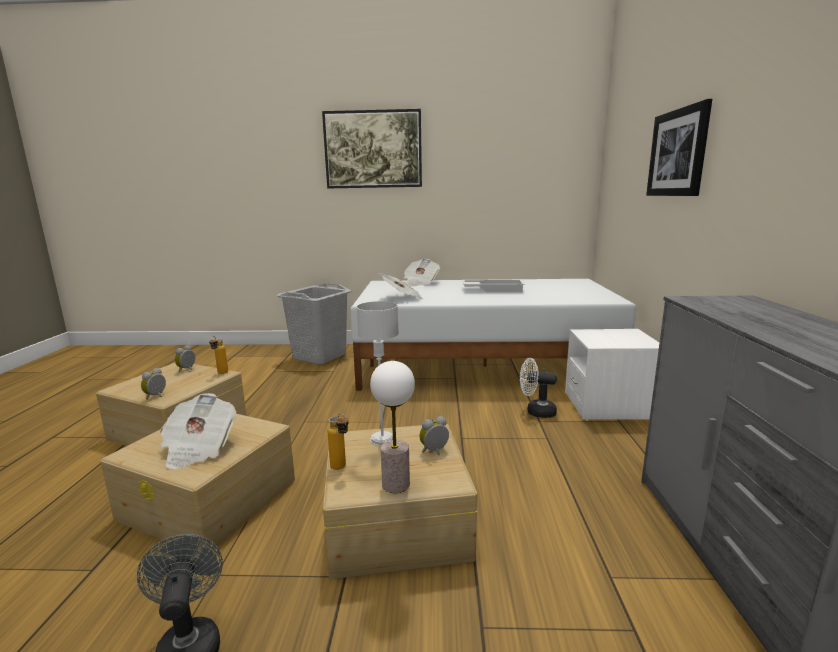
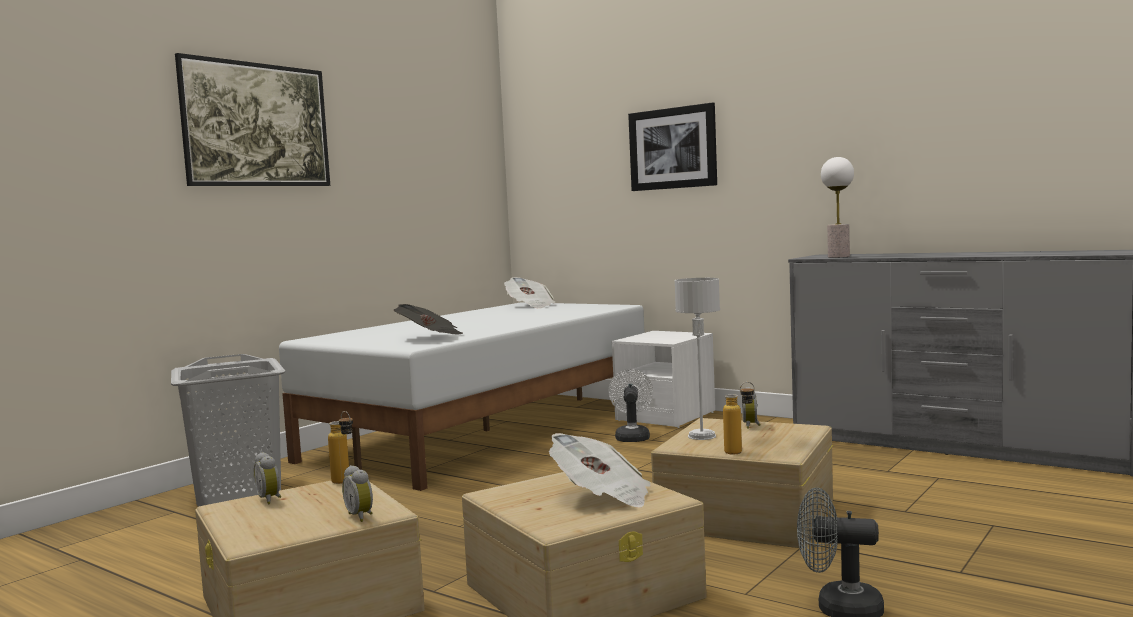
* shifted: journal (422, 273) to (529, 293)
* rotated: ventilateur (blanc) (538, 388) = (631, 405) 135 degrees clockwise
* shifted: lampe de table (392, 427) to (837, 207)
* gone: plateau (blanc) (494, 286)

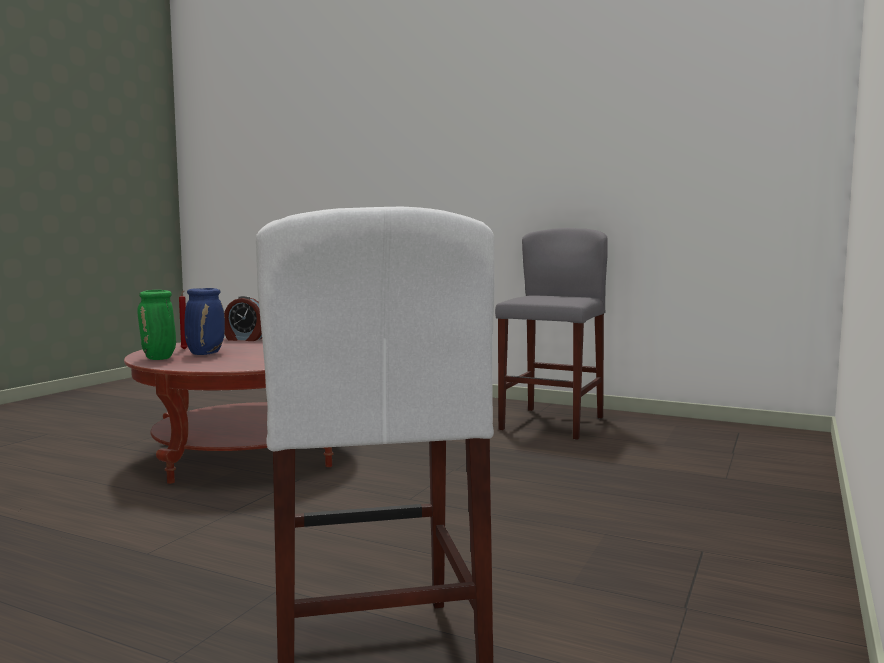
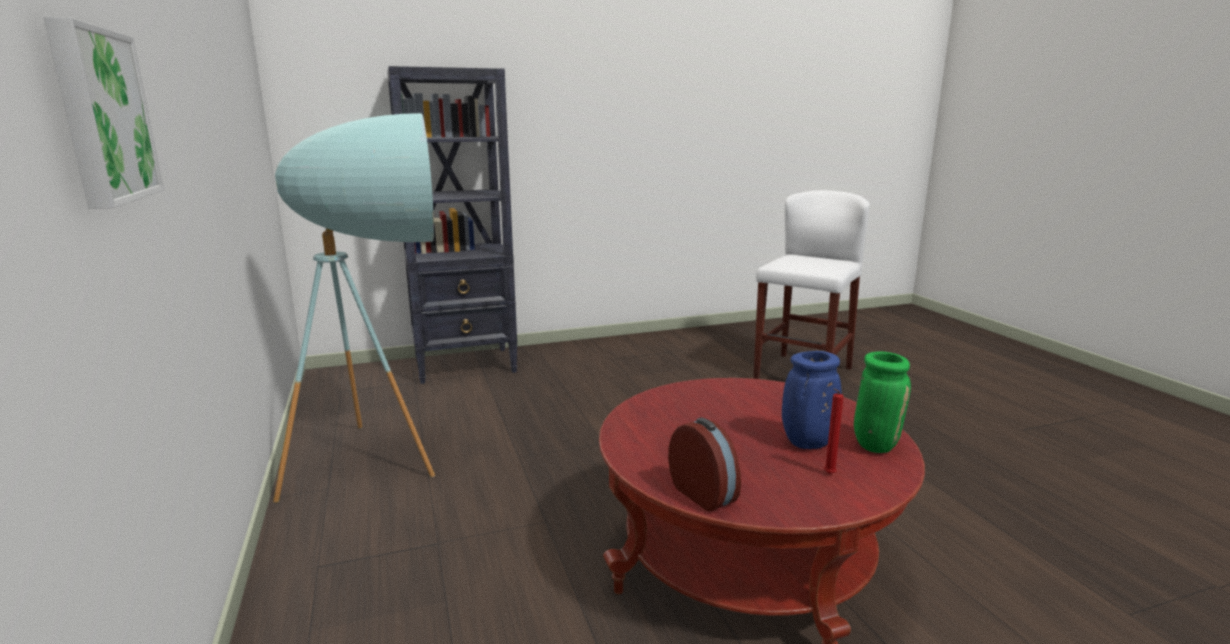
* new: tableau (104, 113)
* swapped: tabouret (gris) (551, 334) to lampadaire (turquoise) (354, 308)
* new: bibliothèque (noir) (452, 225)

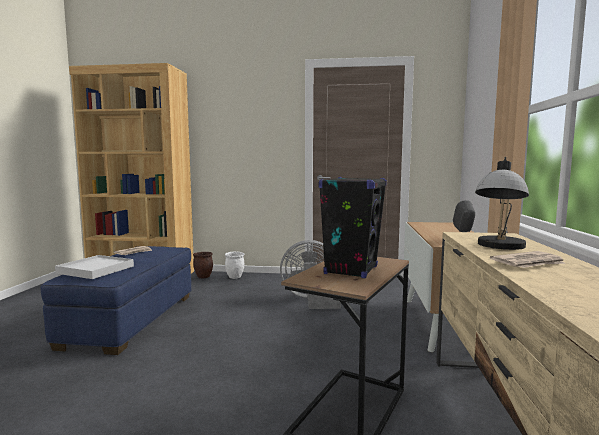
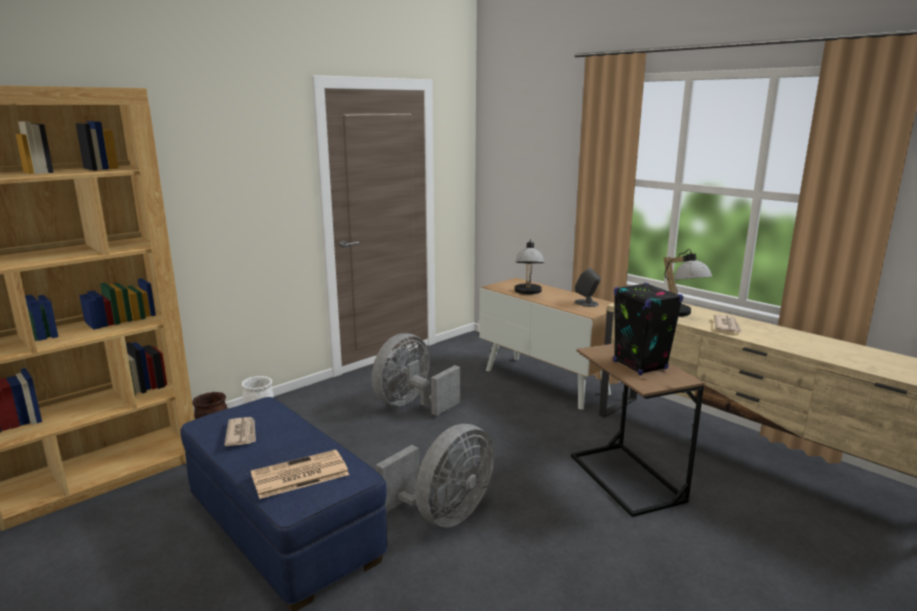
* swapped: plateau (blanc) (94, 267) to journal (300, 474)
* new: ventilateur (gris) (435, 475)
* new: lampe de table (530, 266)

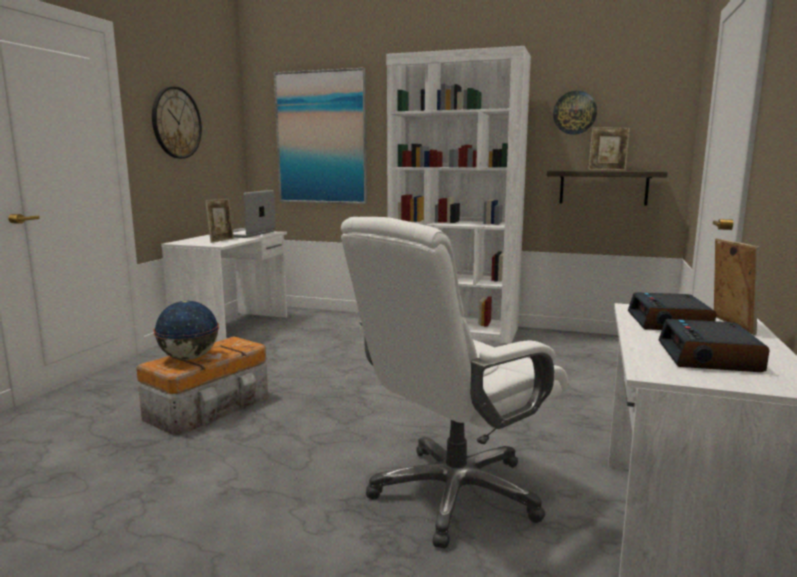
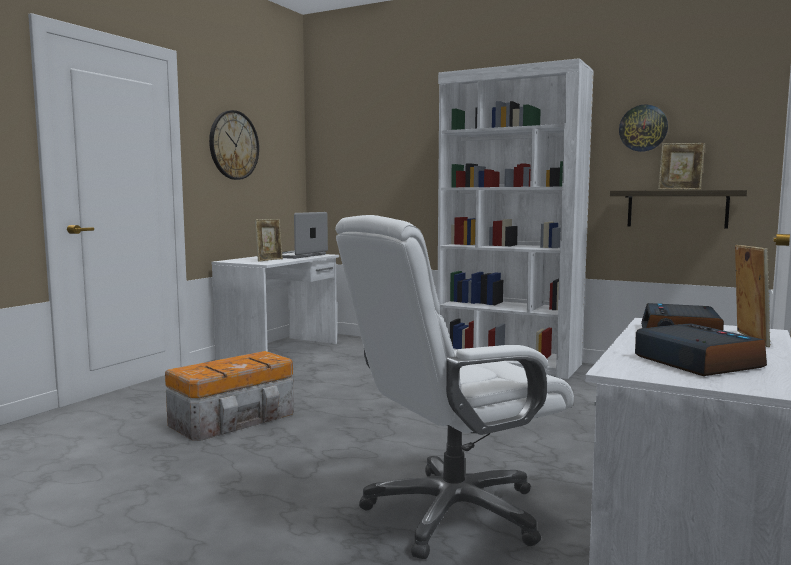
* rotated: réveil (714, 345) = (701, 349) 135 degrees clockwise
* gone: globe (186, 330)
* gone: tableau (320, 136)

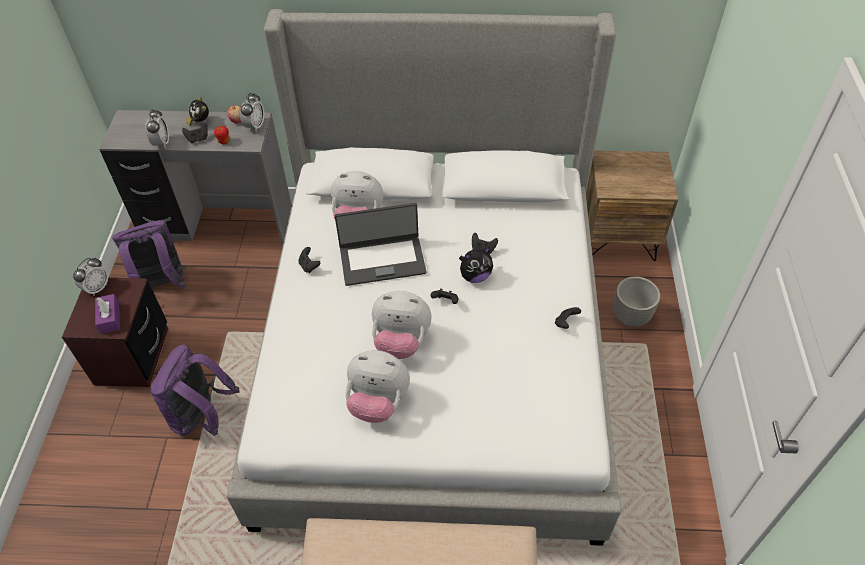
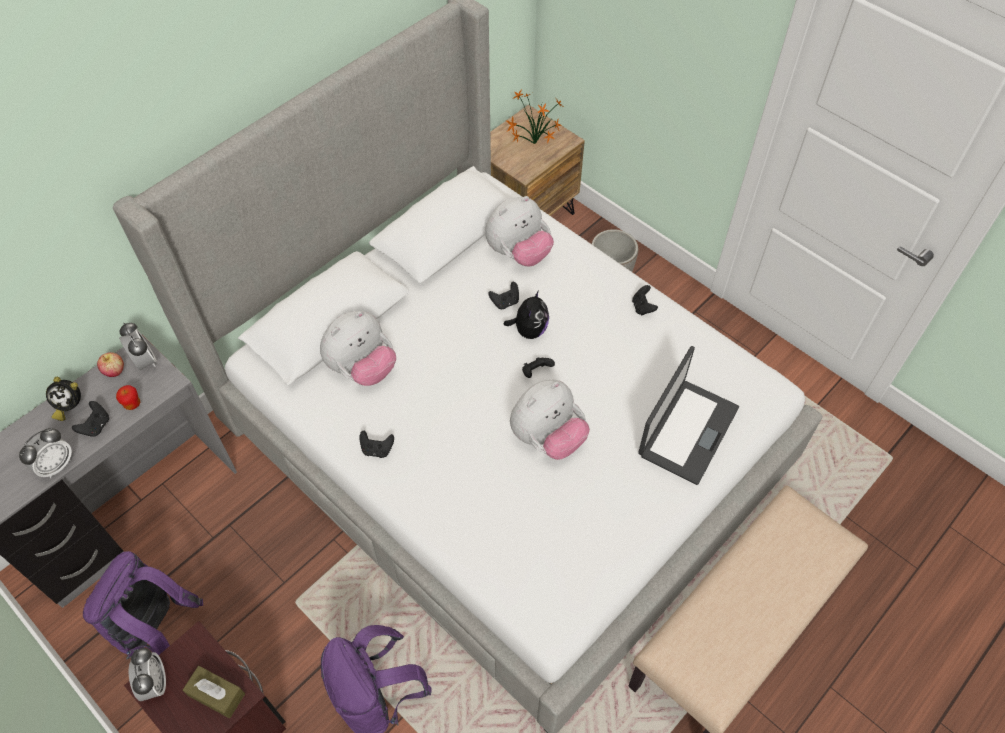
* rotated: réveil (157, 128) = (45, 453) 90 degrees clockwise
* repainted: boîte à mouchoirs (violet) (107, 314) to boîte à mouchoirs (marron) (213, 692)
* shifted: peluche (377, 386) to (519, 231)
* new: plante en pot (535, 116)
* shifted: ordinateur portable (381, 244) to (688, 415)

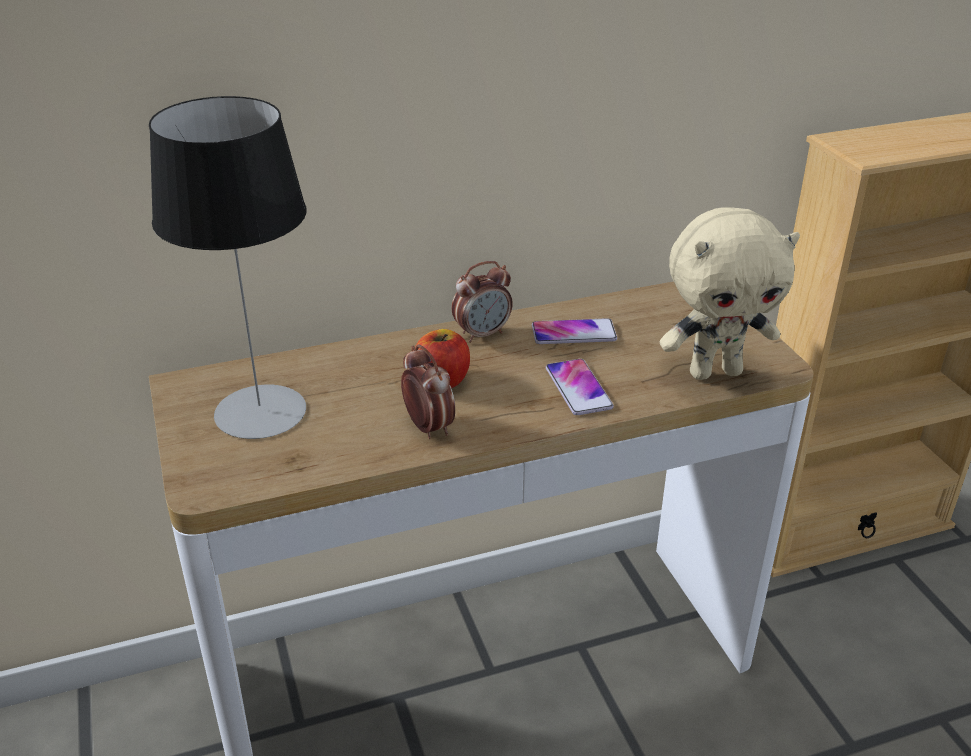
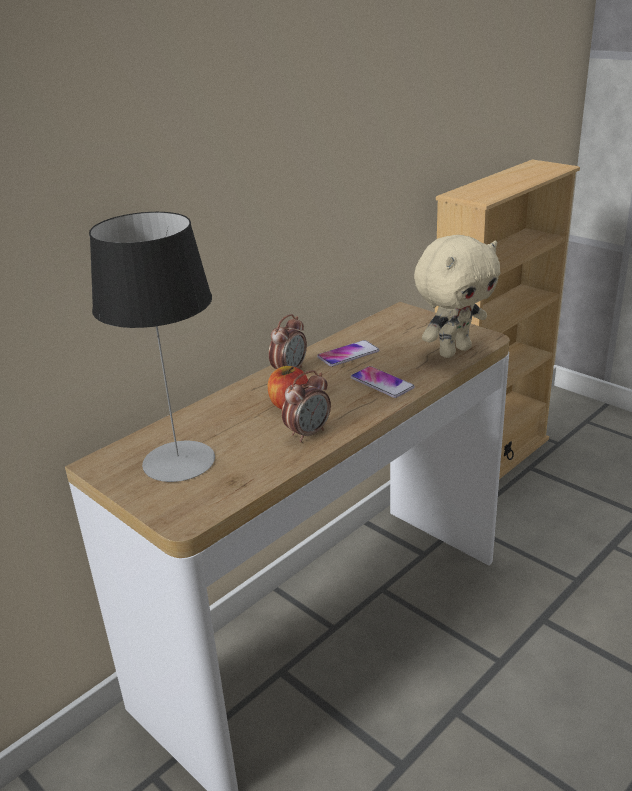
* rotated: réveil (428, 391) = (306, 406) 105 degrees clockwise

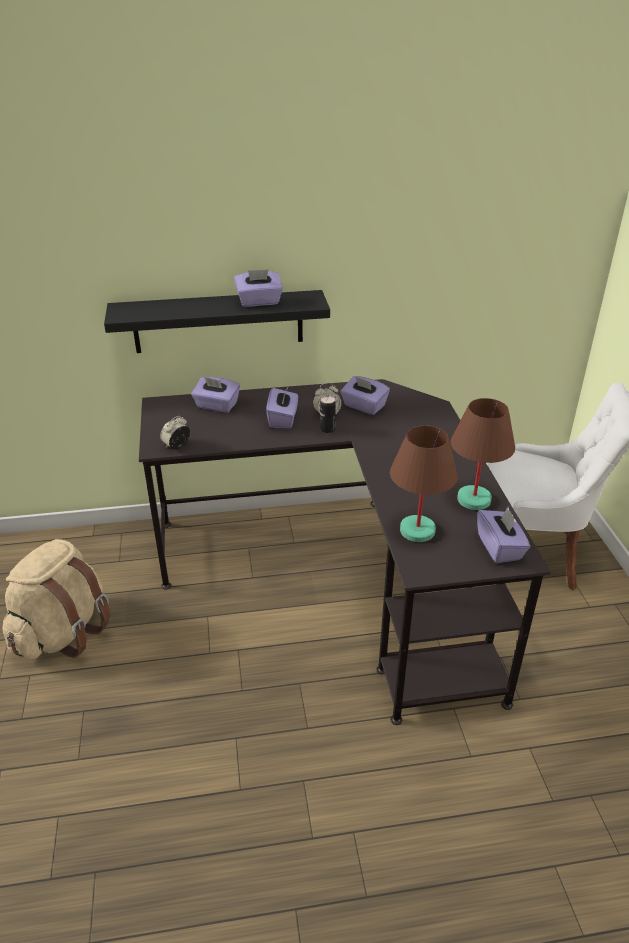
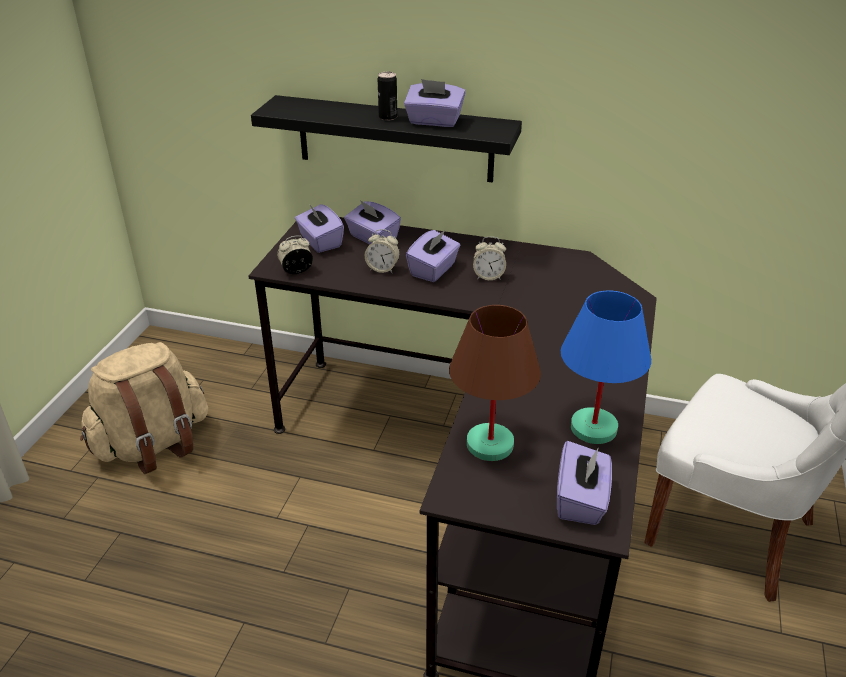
* shifted: boîte à mouchoirs (violet) (365, 395) to (319, 228)
* new: réveil (382, 251)
* shifted: boîte métallique (328, 414) to (387, 96)
* repainted: lampe de table (marron) (483, 454) to lampe de table (bleu) (606, 367)

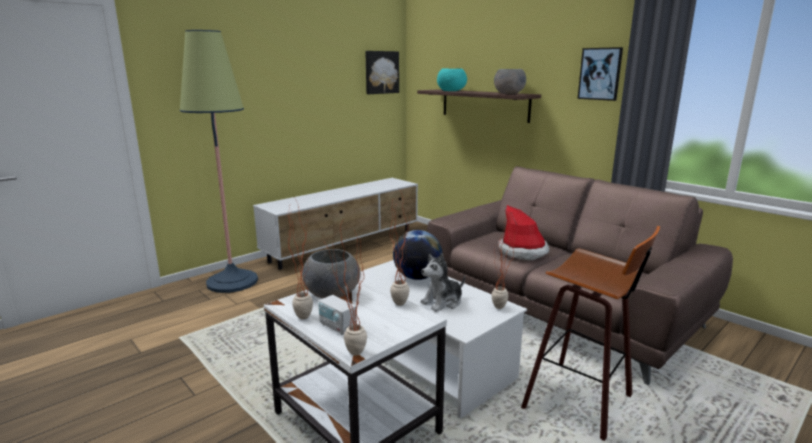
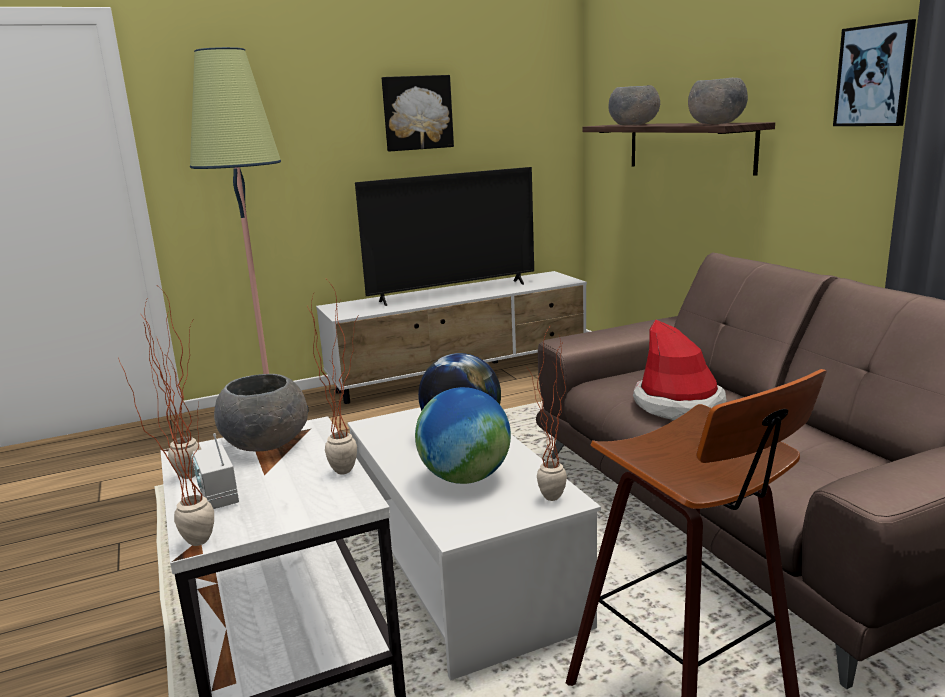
* new: téléviseur (444, 236)
* shifted: tableau (382, 72) to (418, 113)
* swapped: peluche (443, 282) to globe (463, 435)
* repainted: bol (turquoise) (452, 79) to bol (gris) (634, 105)

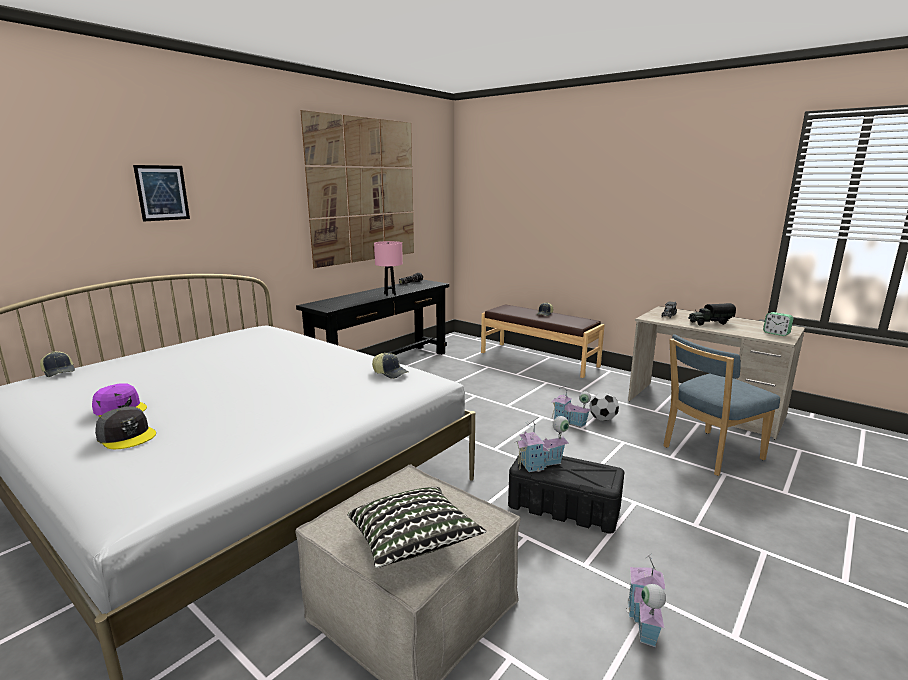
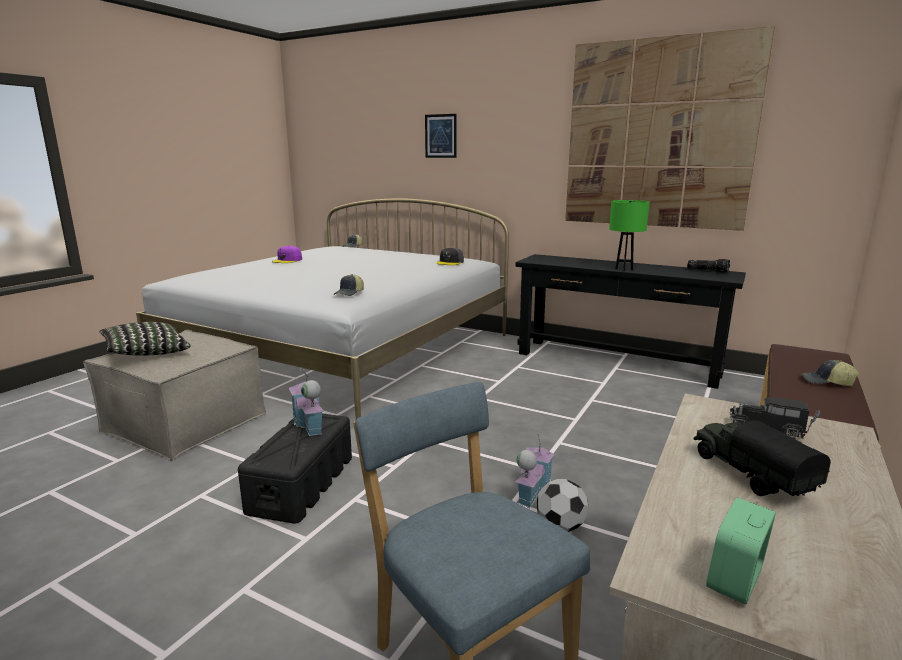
* shifted: casquette (gris) (125, 427) to (450, 256)
* repainted: lampe de table (rose) (388, 268) to lampe de table (vert) (629, 235)
* gone: maison miniature (646, 600)

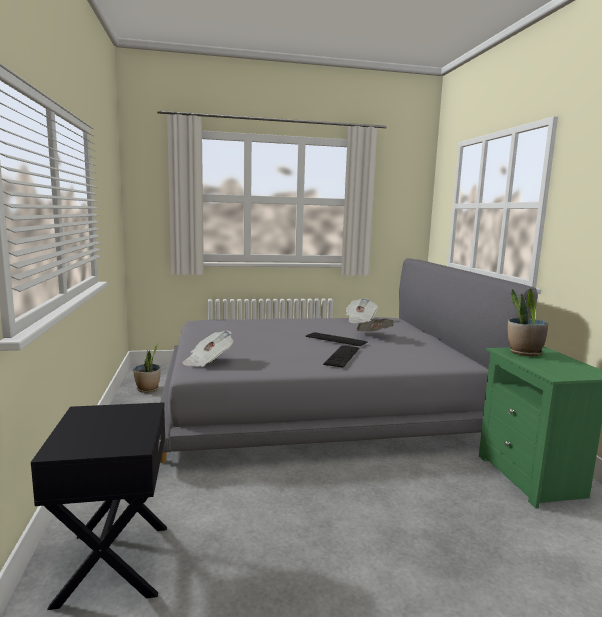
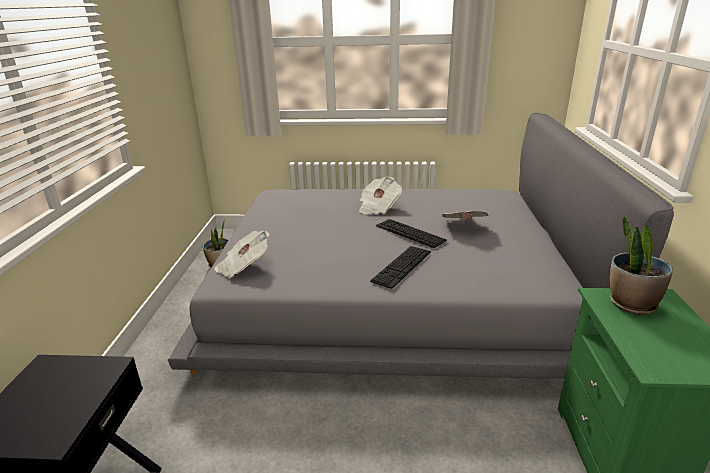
* shifted: journal (362, 310) to (380, 195)

